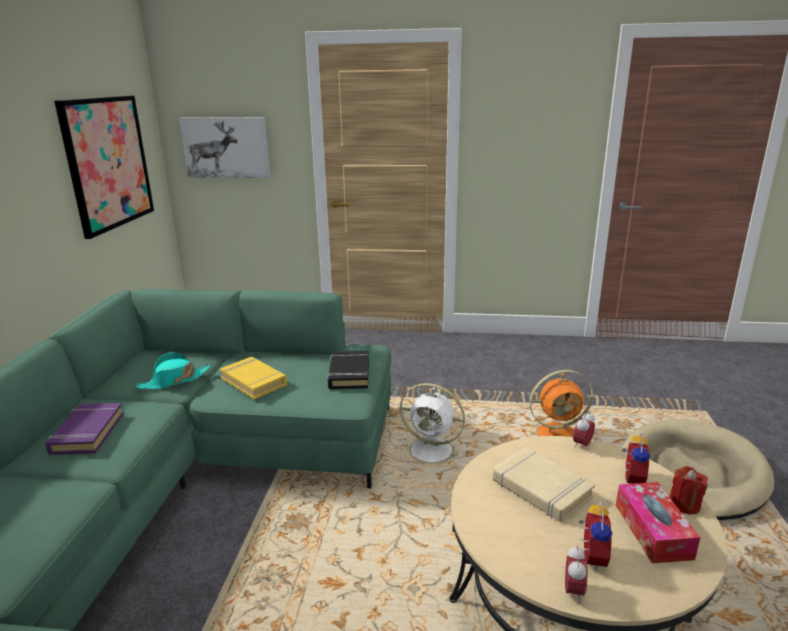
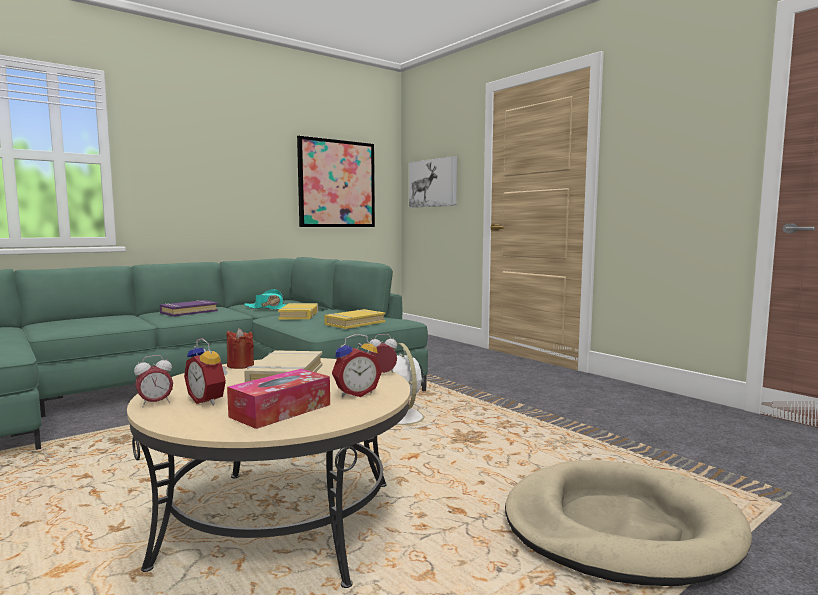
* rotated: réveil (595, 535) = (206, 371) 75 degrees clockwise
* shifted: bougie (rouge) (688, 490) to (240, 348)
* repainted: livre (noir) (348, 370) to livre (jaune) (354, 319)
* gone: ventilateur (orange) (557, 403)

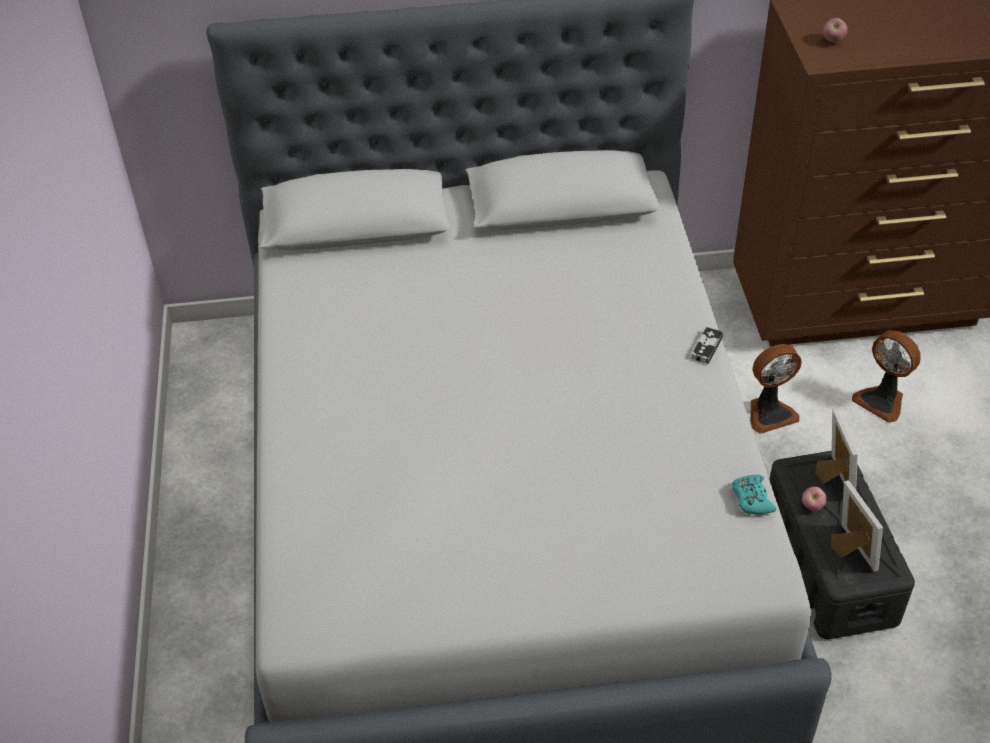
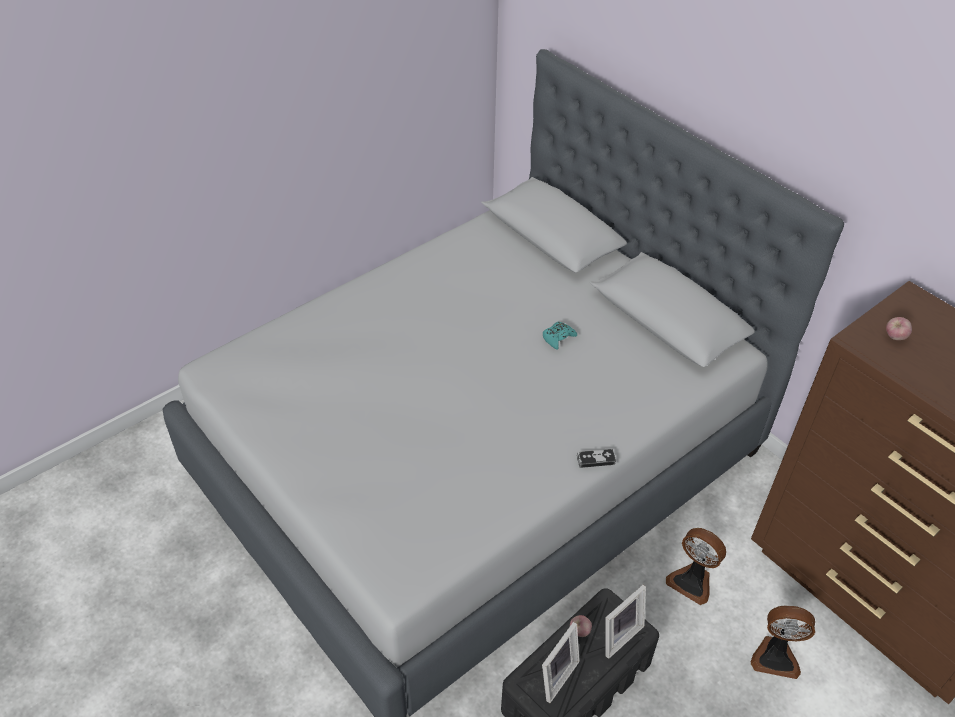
* shifted: manette (turquoise) (754, 495) to (560, 336)
* rotated: ventilateur (886, 376) = (783, 642) 90 degrees counterclockwise

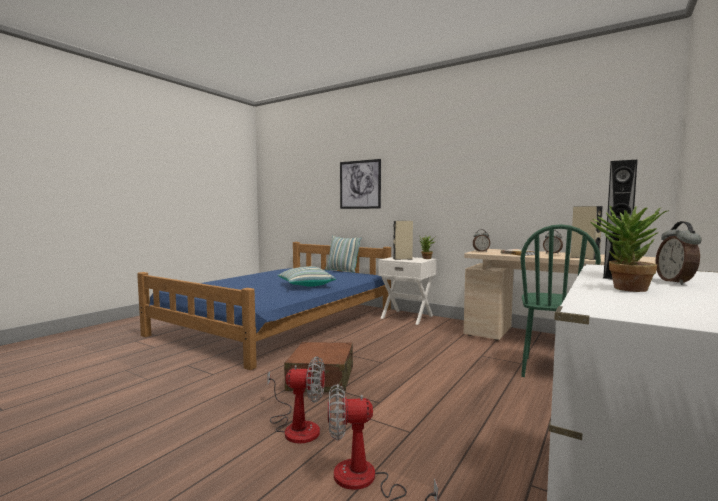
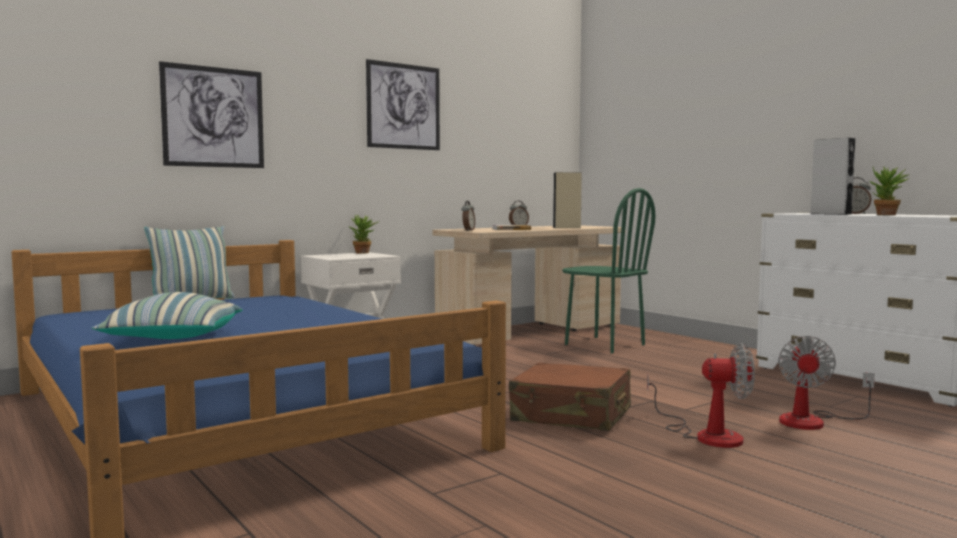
* shifted: coussin (307, 276) to (167, 315)
* new: tableau (403, 104)
* rotated: ventilateur (296, 400) = (701, 395) 75 degrees clockwise
* gone: enceinte (beige) (403, 240)

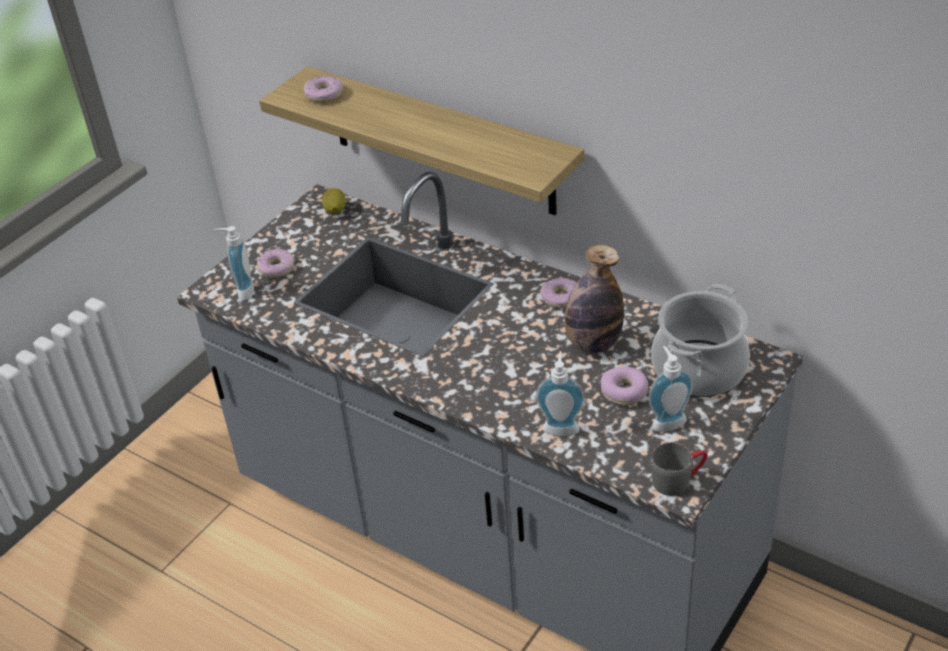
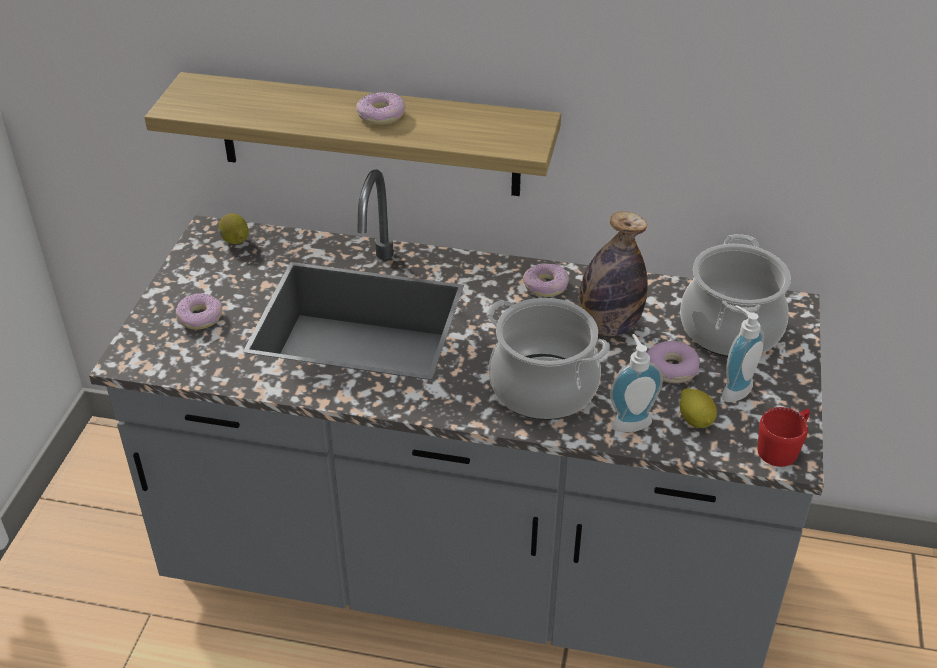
* shifted: beignet (323, 89) to (380, 108)
* new: marmite (547, 359)
* new: citron (698, 408)
* repainted: mug (gris) (679, 469) to mug (rouge) (783, 437)
* gone: distributeur de savon (234, 263)

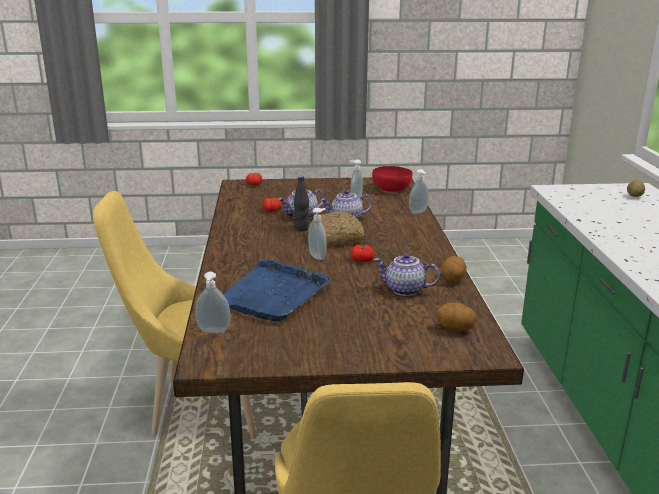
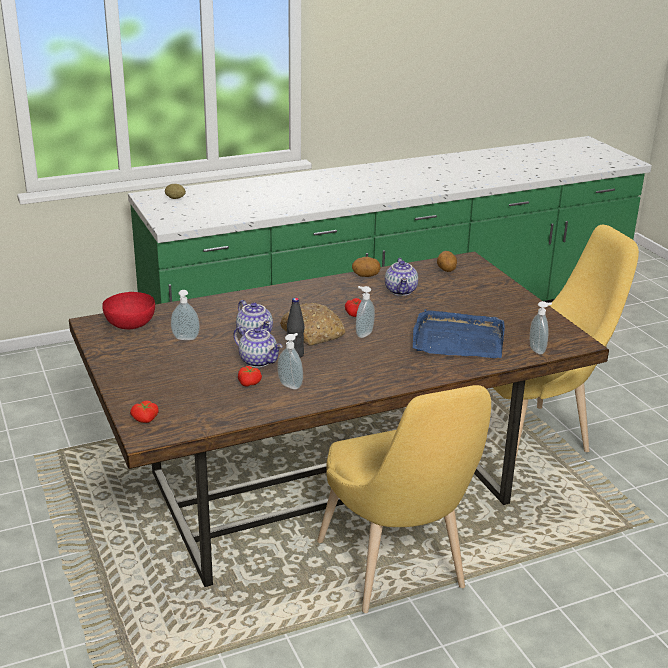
* shifted: distributeur de savon (419, 191) to (290, 361)

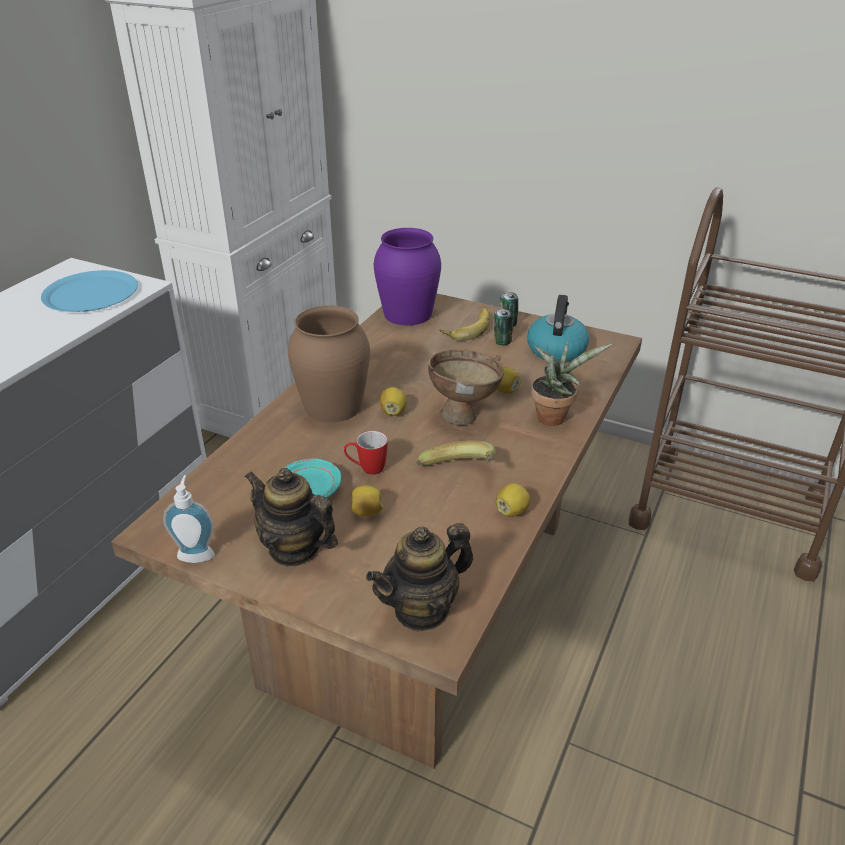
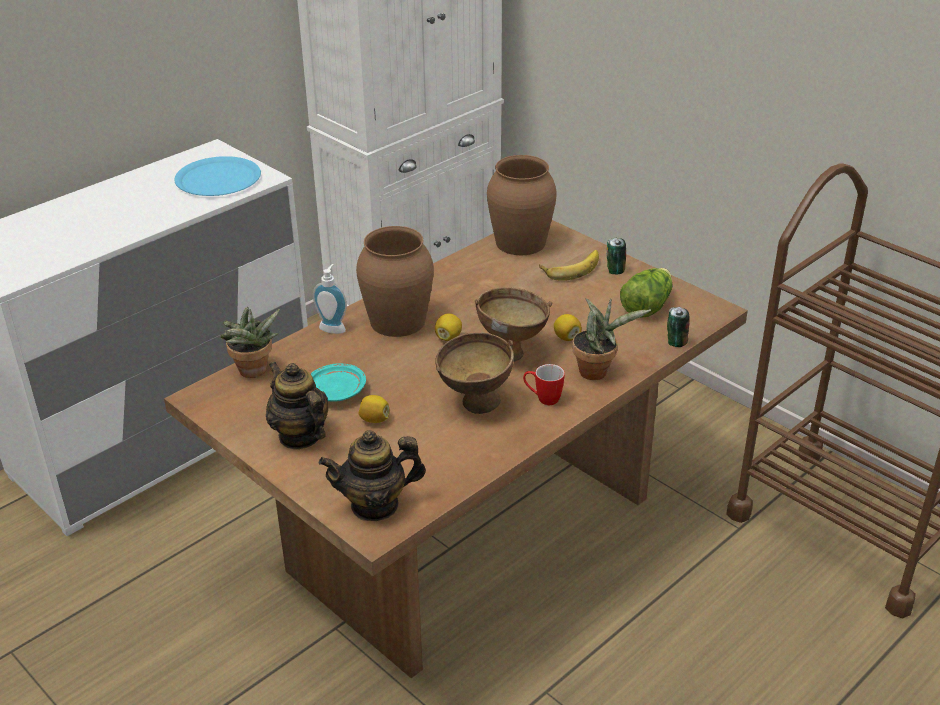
* new: plante en pot (250, 342)
* shifted: distributeur de savon (189, 519) to (330, 299)
* swapped: banane (456, 453) to bol (marron) (474, 373)
* repainted: vase (violet) (407, 276) to vase (marron) (522, 205)
* shifted: mug (366, 453) to (544, 384)
* swapped: bouilloire (558, 328) to laitue (646, 293)
* shifted: boîte métallique (503, 327) to (678, 327)
* gone: citron (513, 500)

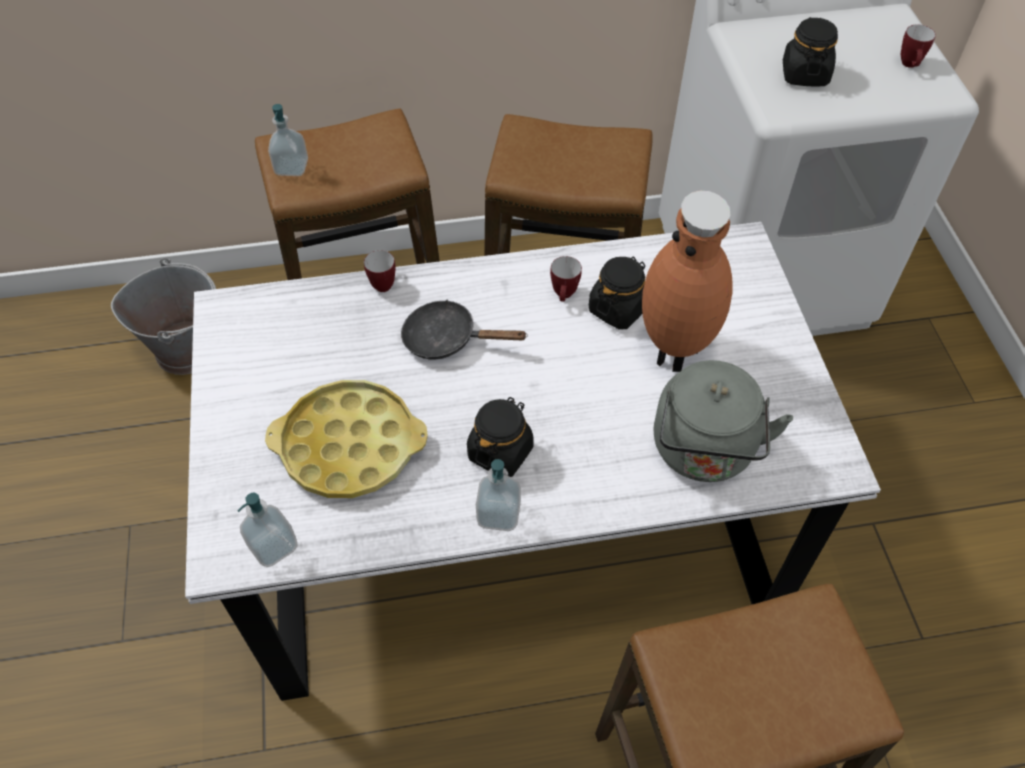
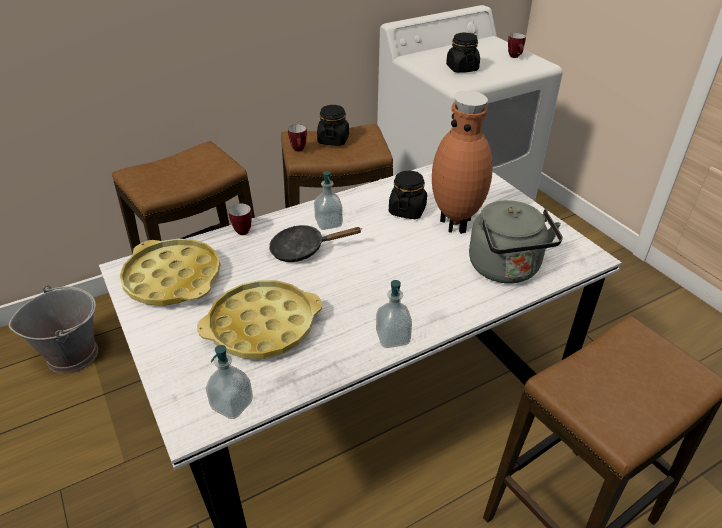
* new: plateau (jaune) (170, 272)
* shifted: mug (566, 279) to (297, 137)
* shifted: distributeur de savon (288, 140) to (328, 200)
* shifted: bocal (noir) (500, 437) to (333, 125)

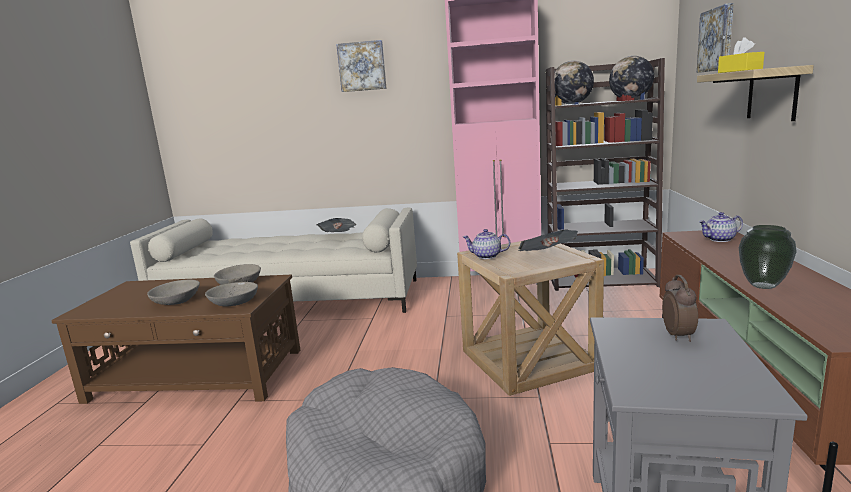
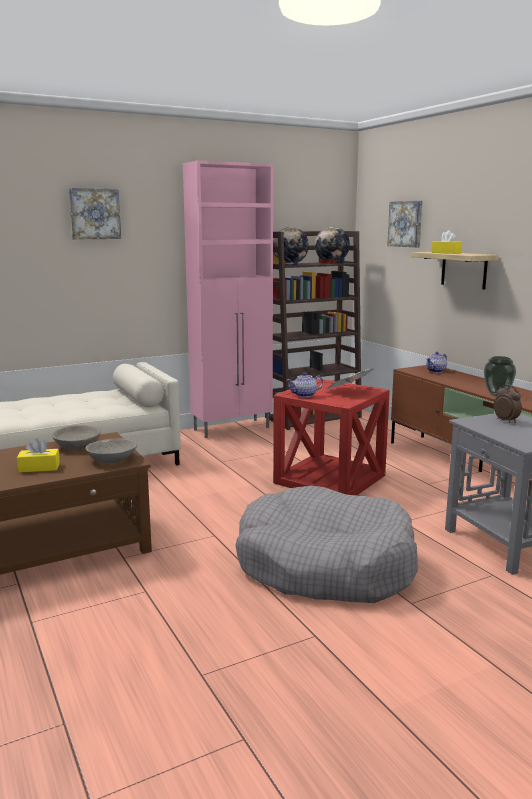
* swapped: bol (gris) (173, 292) to boîte à mouchoirs (jaune) (38, 455)
* repainted: table d'appoint (beige) (530, 318) to table d'appoint (rouge) (331, 437)
* gone: journal (336, 225)

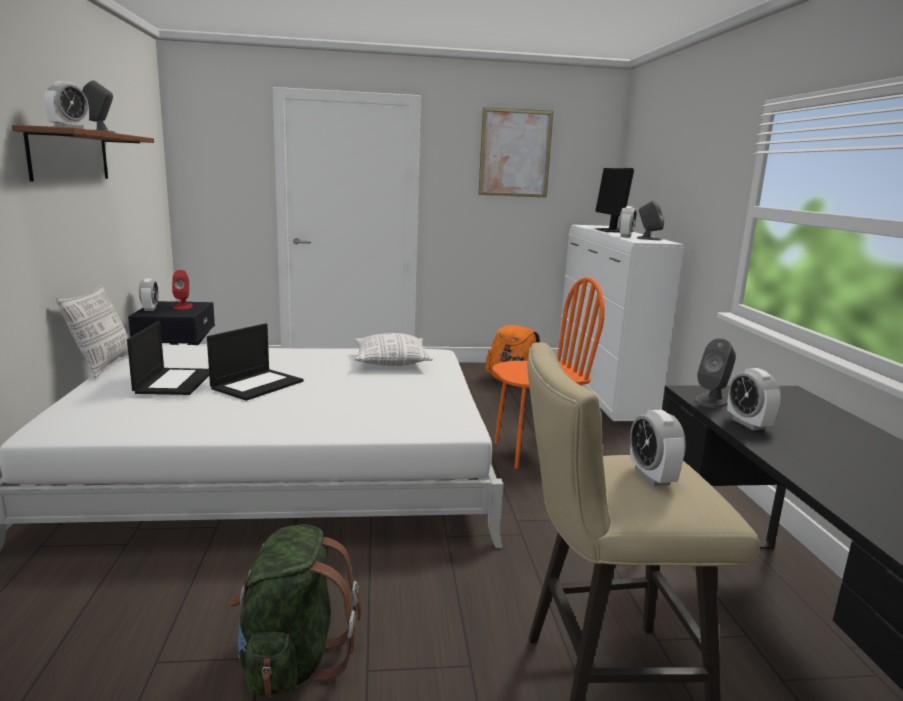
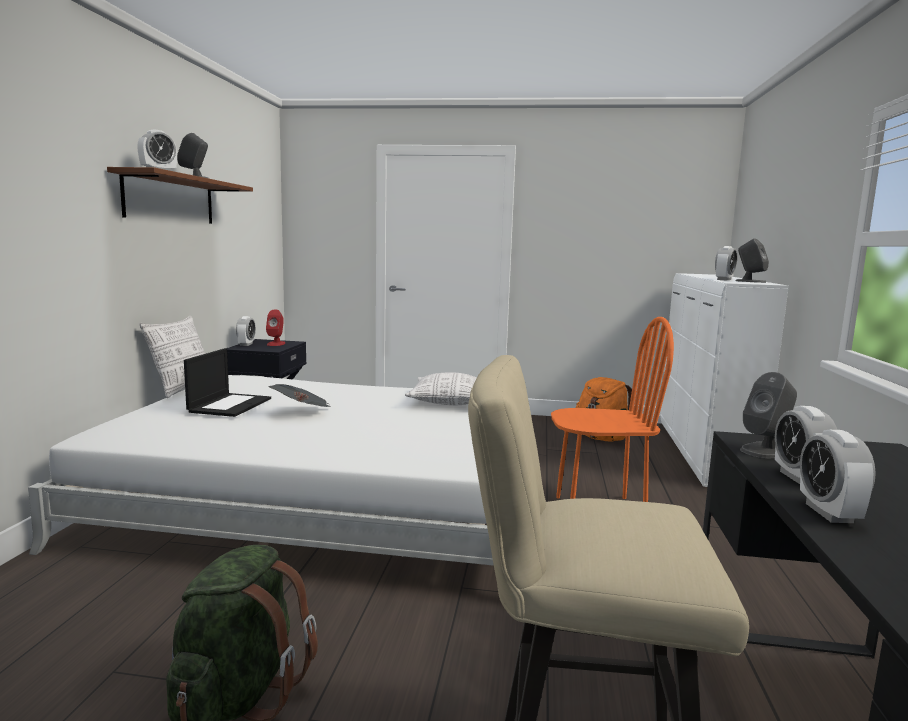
* swapped: ordinateur portable (255, 362) to journal (299, 395)
* shifted: réveil (658, 448) to (838, 476)
* gone: tableau (516, 152)
* gone: écran d'ordinateur (614, 200)

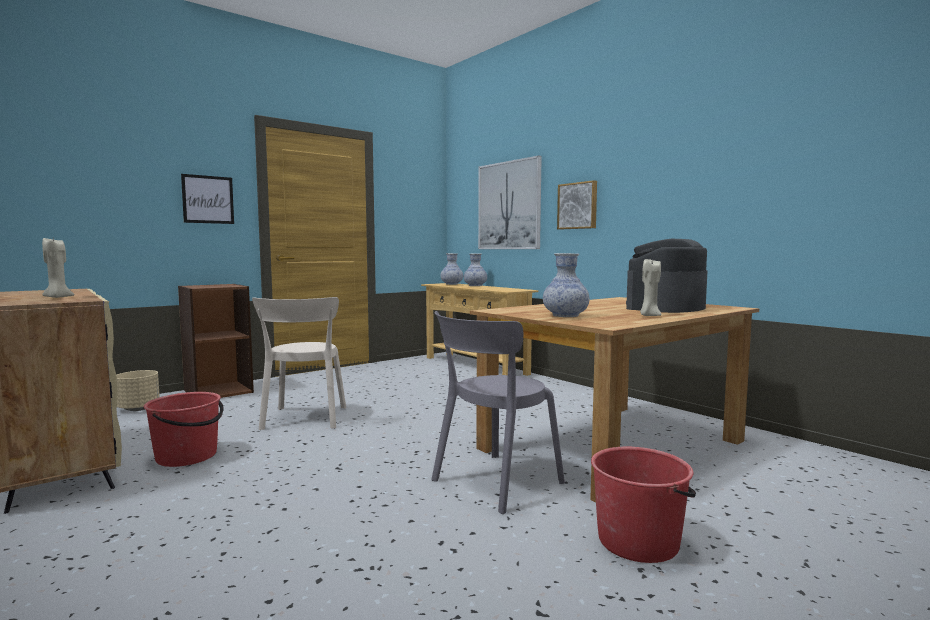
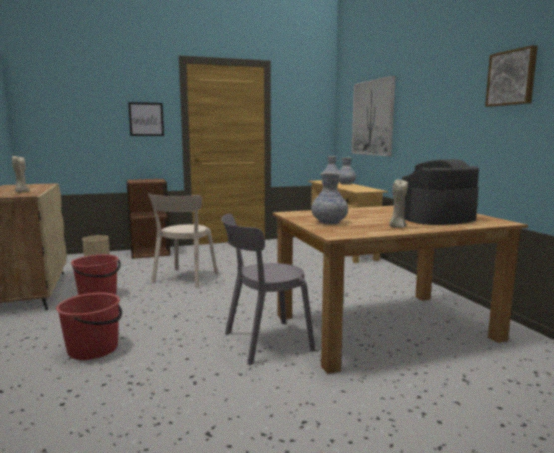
* shifted: seau (rouge) (643, 505) to (89, 326)
* shifted: tableau (577, 205) to (511, 76)

